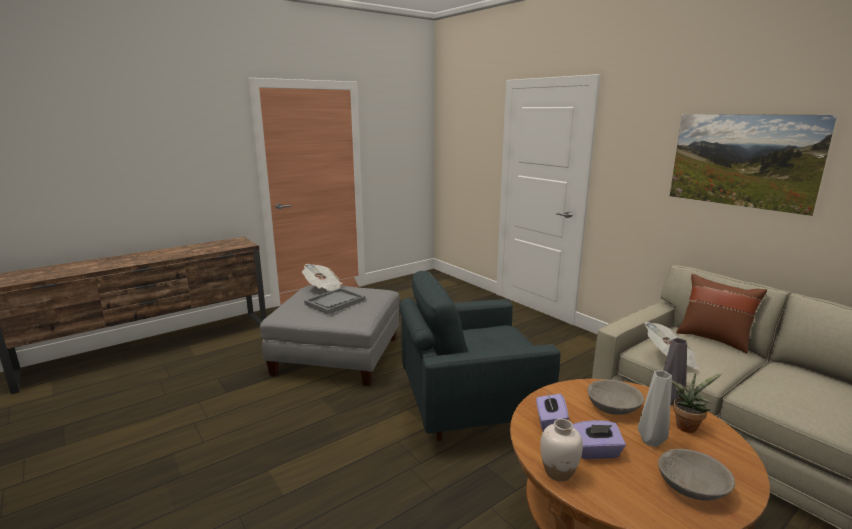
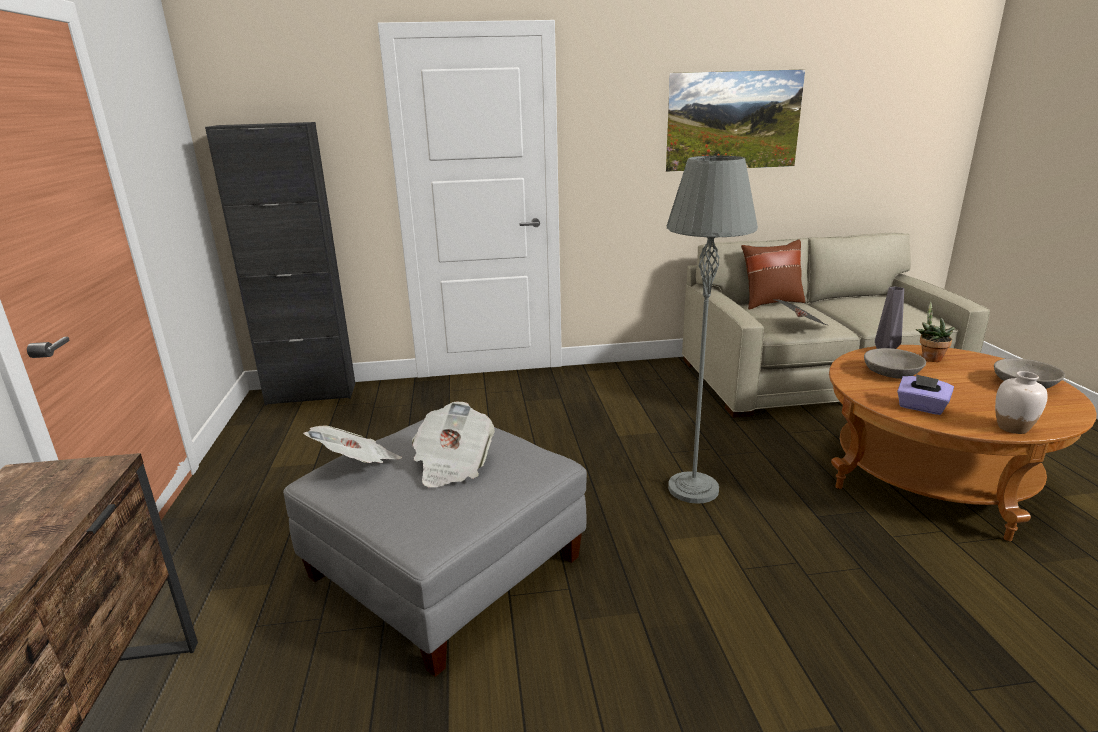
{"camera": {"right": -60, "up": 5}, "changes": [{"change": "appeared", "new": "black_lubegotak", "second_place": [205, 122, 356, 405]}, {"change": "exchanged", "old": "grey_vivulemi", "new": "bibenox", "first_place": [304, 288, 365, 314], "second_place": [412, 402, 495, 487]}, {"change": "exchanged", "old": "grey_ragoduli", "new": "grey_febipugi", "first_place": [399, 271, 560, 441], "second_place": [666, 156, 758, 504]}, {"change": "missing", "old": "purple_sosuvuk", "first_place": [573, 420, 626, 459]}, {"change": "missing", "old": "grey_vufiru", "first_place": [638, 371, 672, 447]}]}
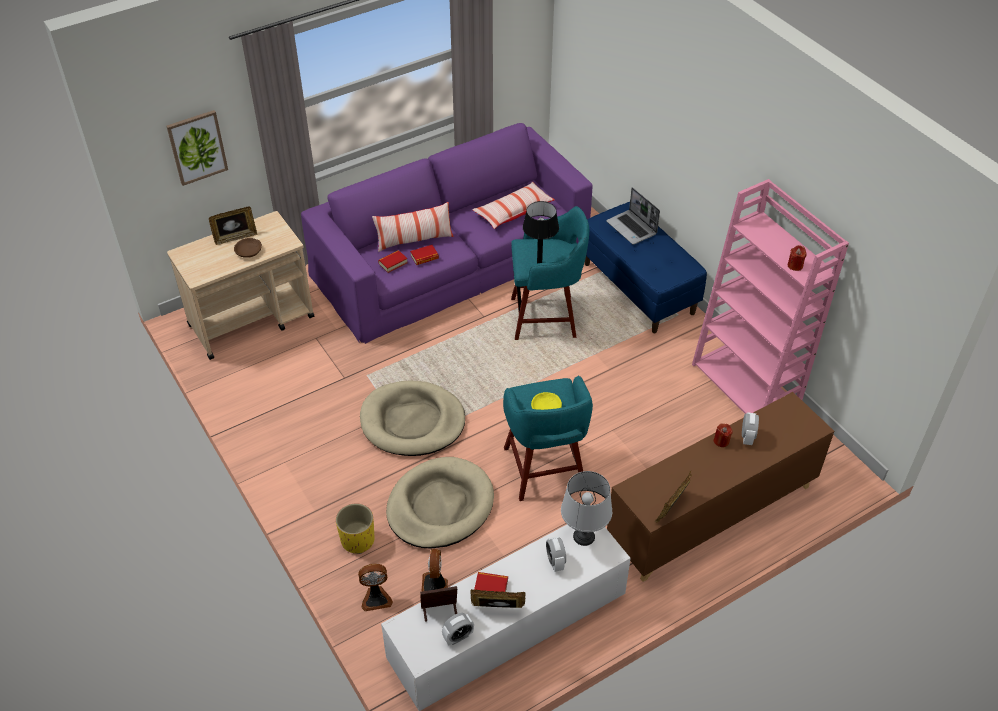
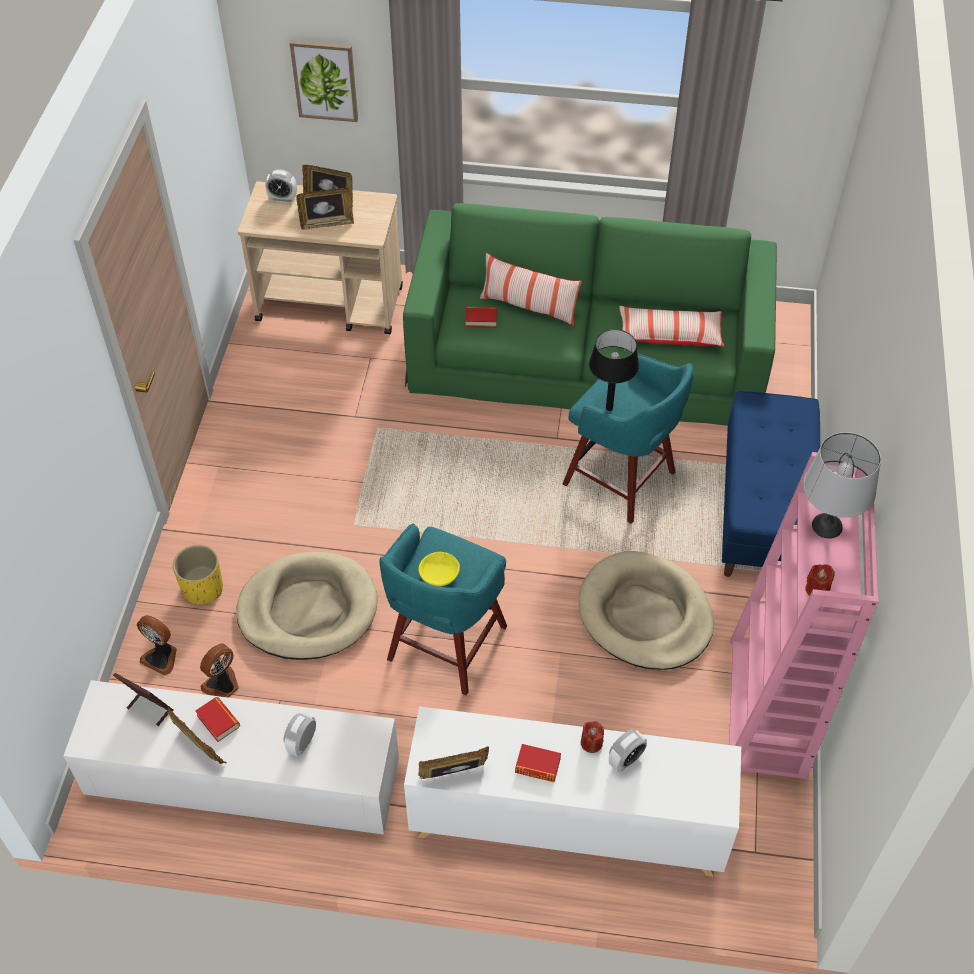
{"camera": {"right": 40, "up": 5}, "changes": [{"change": "relocated", "old": "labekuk", "first_place": [442, 613, 474, 645], "second_place": [265, 169, 297, 202]}, {"change": "exchanged", "old": "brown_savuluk", "new": "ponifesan", "first_place": [234, 238, 262, 258], "second_place": [296, 188, 354, 230]}, {"change": "colour", "old": "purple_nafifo", "new": "green_nafifo", "first_place": [301, 123, 592, 344], "second_place": [403, 203, 777, 426]}, {"change": "colour", "old": "brown_lubegotak", "new": "white_lubegotak", "first_place": [607, 392, 834, 582], "second_place": [404, 706, 741, 877]}, {"change": "relocated", "old": "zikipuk", "first_place": [410, 245, 439, 265], "second_place": [515, 744, 561, 782]}, {"change": "relocated", "old": "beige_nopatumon", "first_place": [360, 381, 465, 456], "second_place": [578, 551, 714, 670]}, {"change": "relocated", "old": "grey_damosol", "first_place": [561, 471, 612, 546], "second_place": [803, 432, 881, 539]}, {"change": "missing", "old": "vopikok", "first_place": [606, 187, 660, 245]}]}
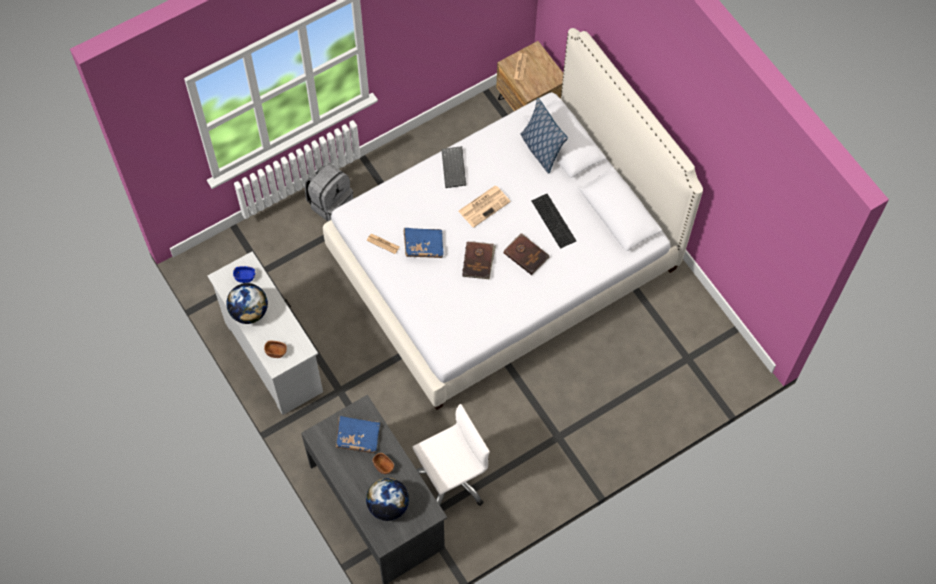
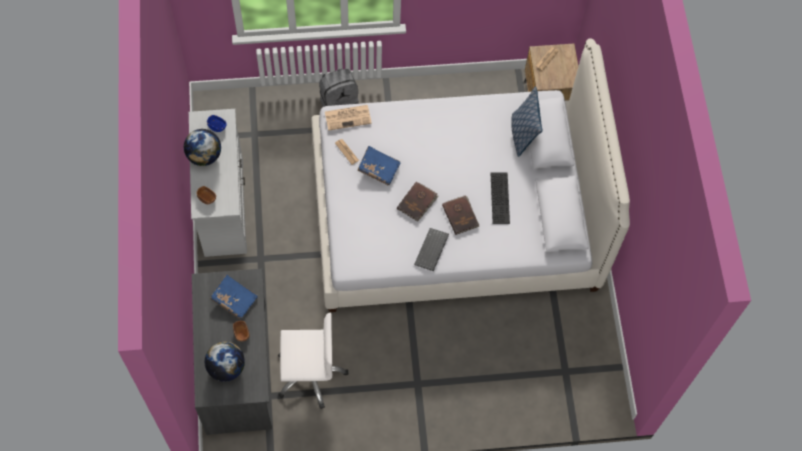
{"camera": {"right": 25, "up": 0}, "changes": [{"change": "relocated", "old": "bibenox", "first_place": [459, 186, 511, 228], "second_place": [325, 105, 372, 131]}, {"change": "relocated", "old": "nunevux", "first_place": [441, 146, 466, 188], "second_place": [414, 228, 449, 271]}]}
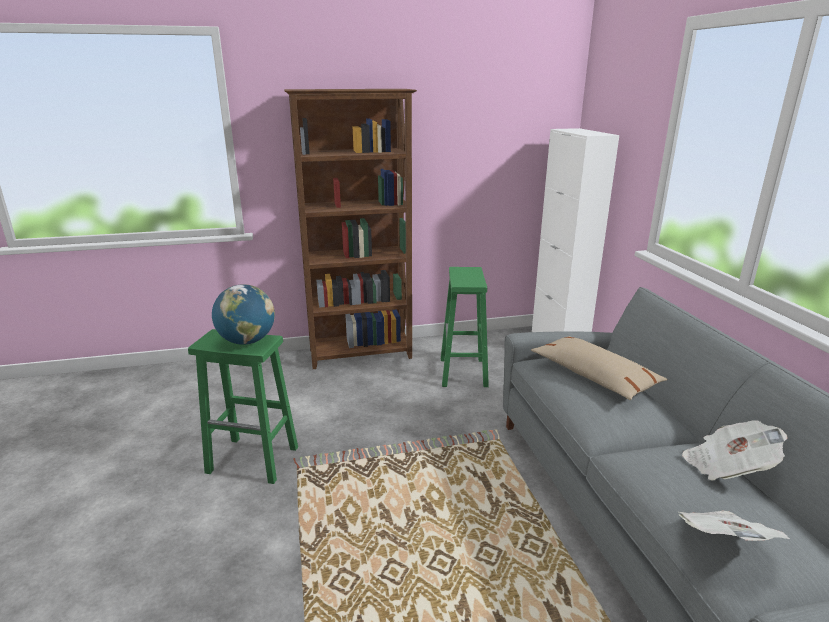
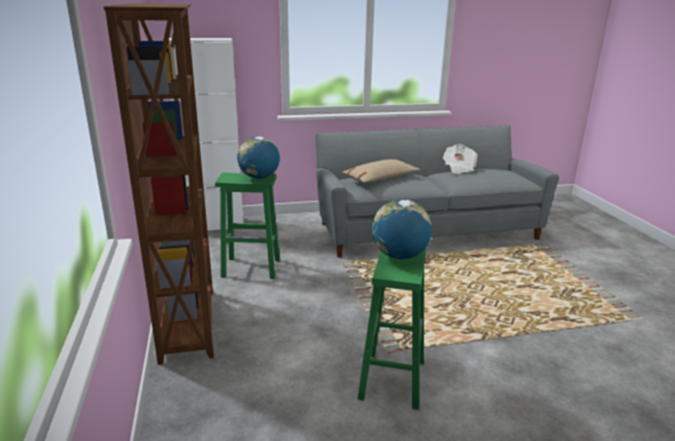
{"camera": {"right": -90, "up": 0}, "changes": [{"change": "appeared", "new": "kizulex", "second_place": [237, 136, 280, 179]}, {"change": "missing", "old": "bibenox", "first_place": [679, 510, 790, 541]}]}
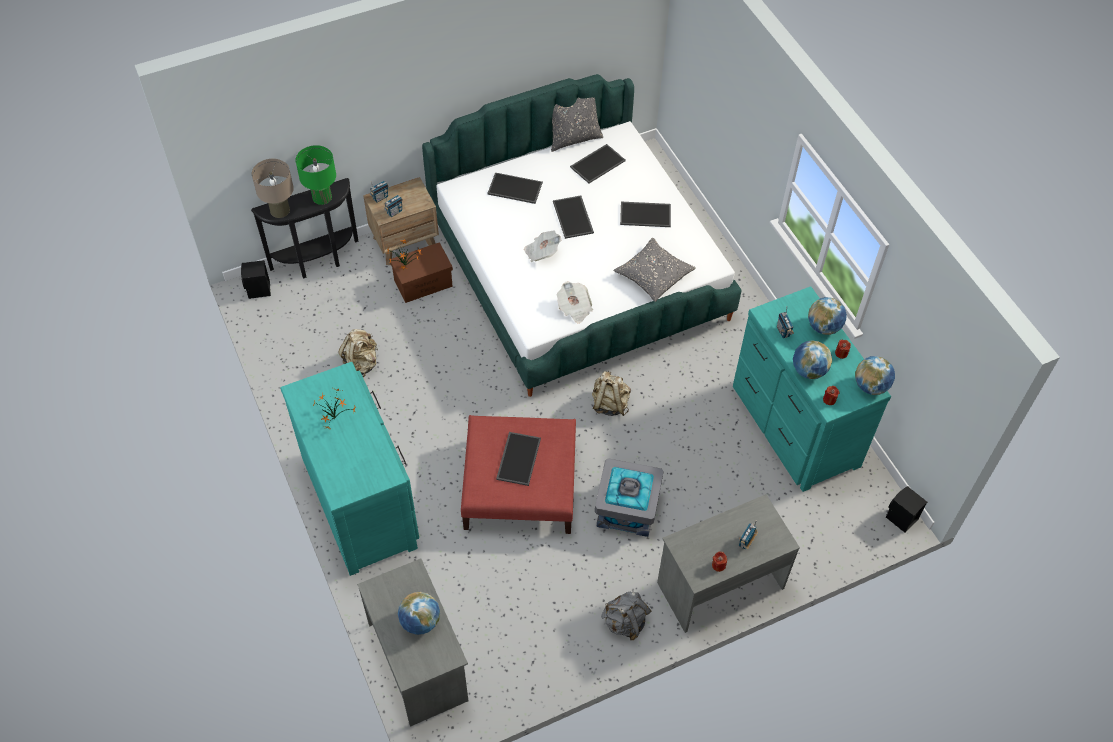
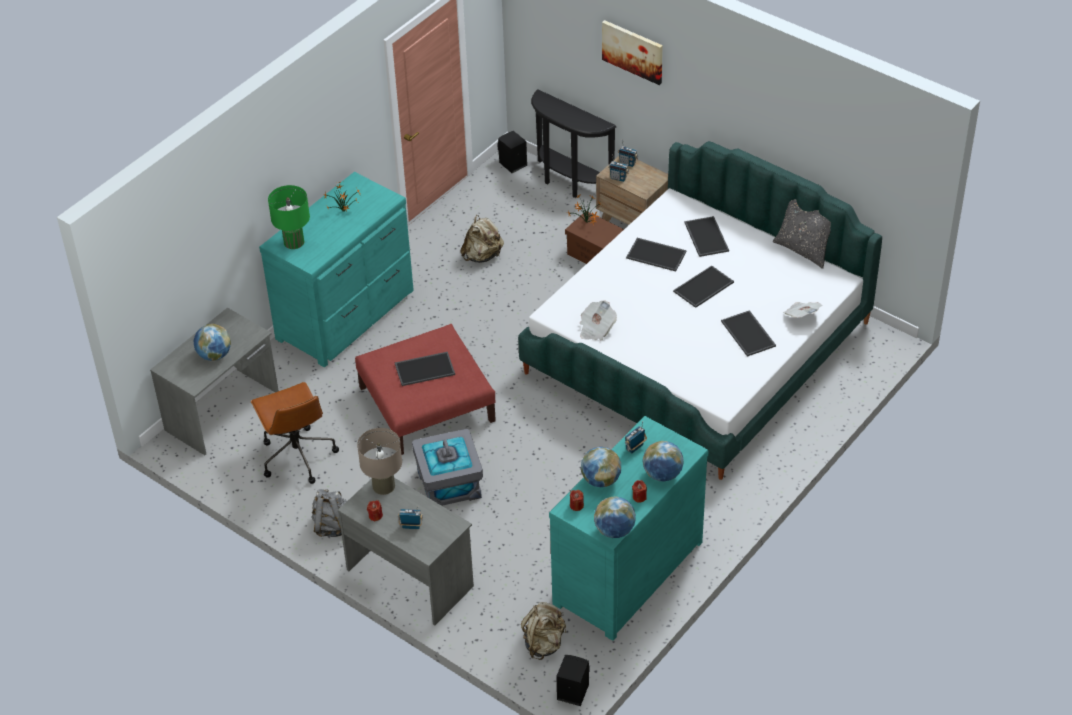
{"camera": {"right": 65, "up": -10}, "changes": [{"change": "appeared", "new": "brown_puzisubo", "second_place": [251, 382, 339, 484]}, {"change": "relocated", "old": "green_damosol", "first_place": [295, 145, 336, 205], "second_place": [268, 185, 310, 249]}, {"change": "relocated", "old": "beige_damosol", "first_place": [252, 159, 294, 218], "second_place": [357, 428, 402, 495]}, {"change": "relocated", "old": "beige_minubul", "first_place": [592, 371, 631, 416], "second_place": [521, 602, 566, 660]}, {"change": "appeared", "new": "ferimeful", "second_place": [602, 20, 663, 85]}, {"change": "relocated", "old": "vivulemi", "first_place": [570, 144, 626, 183], "second_place": [626, 238, 687, 271]}, {"change": "relocated", "old": "bibenox", "first_place": [524, 230, 561, 262], "second_place": [783, 302, 823, 318]}, {"change": "missing", "old": "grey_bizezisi", "first_place": [613, 238, 696, 302]}]}
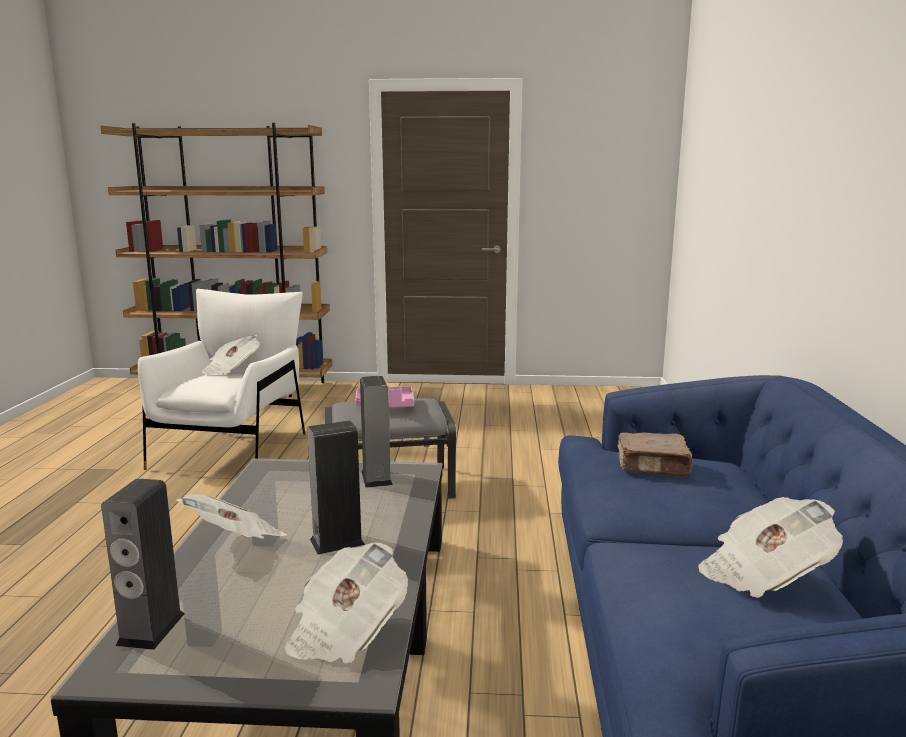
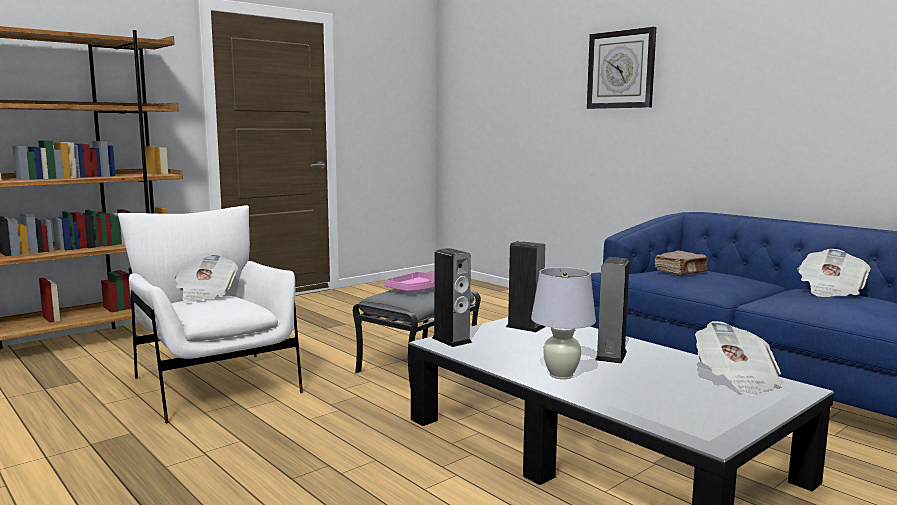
{"camera": {"right": -45, "up": -5}, "changes": [{"change": "relocated", "old": "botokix", "first_place": [101, 479, 185, 650], "second_place": [432, 248, 472, 347]}, {"change": "exchanged", "old": "bibenox", "new": "white_damosol", "first_place": [176, 494, 287, 539], "second_place": [531, 267, 596, 379]}, {"change": "appeared", "new": "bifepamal", "second_place": [587, 27, 656, 109]}]}
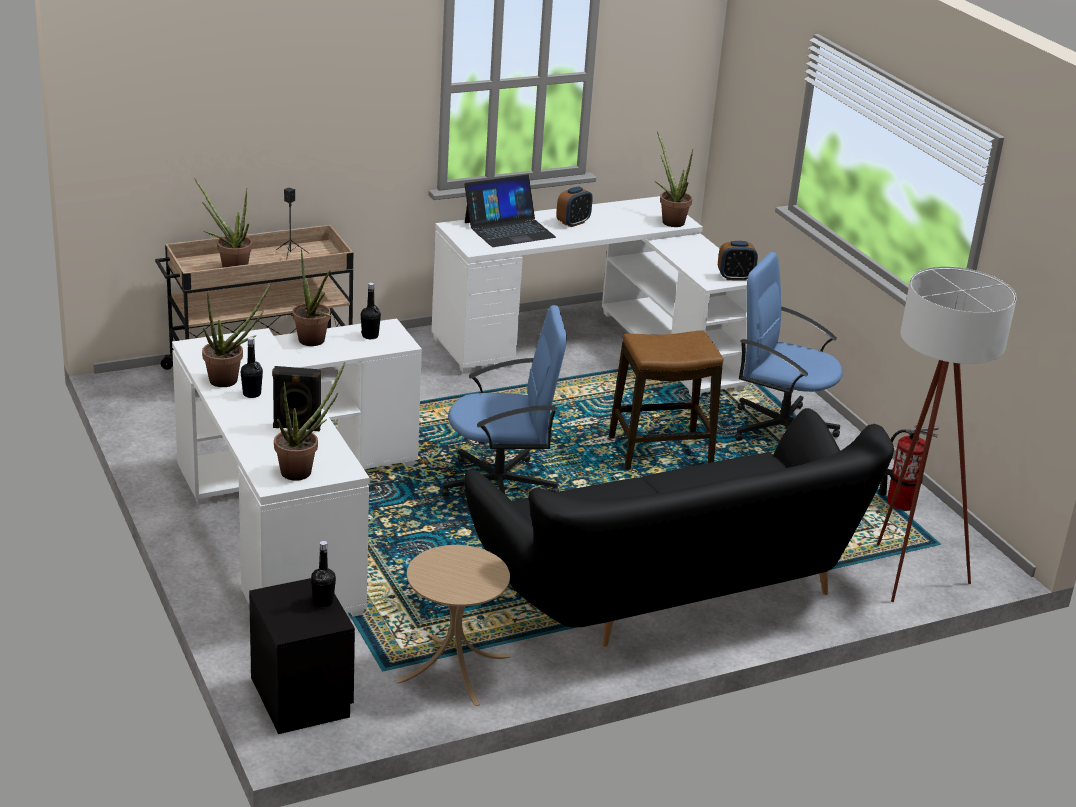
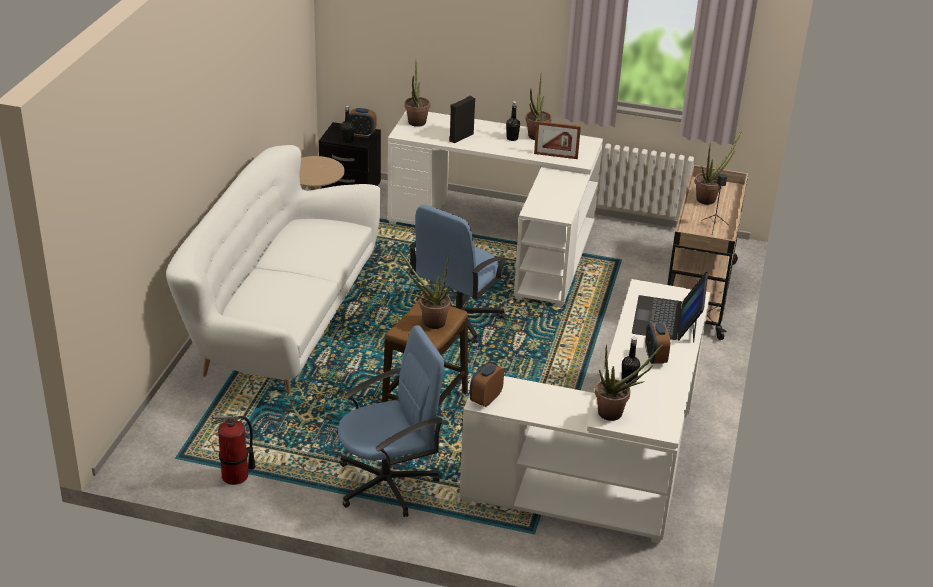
{"camera": {"right": 130, "up": 5}, "changes": [{"change": "colour", "old": "black_nafifo", "new": "white_nafifo", "first_place": [464, 408, 894, 647], "second_place": [166, 145, 381, 394]}, {"change": "appeared", "new": "labekuk", "second_place": [349, 108, 376, 138]}, {"change": "relocated", "old": "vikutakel", "first_place": [293, 249, 331, 346], "second_place": [398, 250, 451, 329]}, {"change": "appeared", "new": "ponifesan", "second_place": [534, 121, 581, 159]}, {"change": "relocated", "old": "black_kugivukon", "first_place": [361, 282, 381, 339], "second_place": [622, 337, 640, 384]}, {"change": "missing", "old": "white_febipugi", "first_place": [877, 267, 1017, 602]}]}
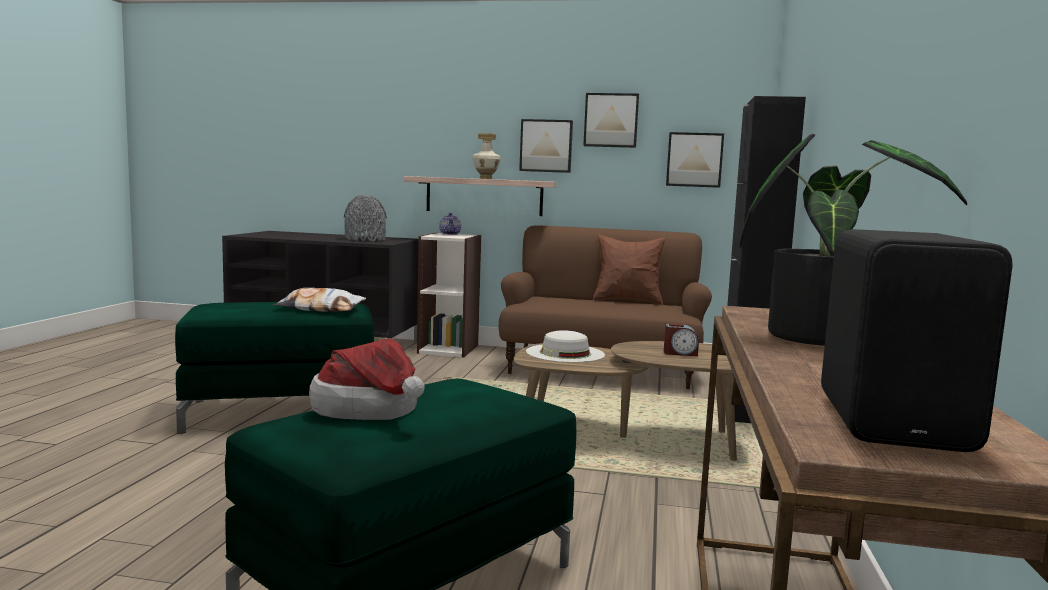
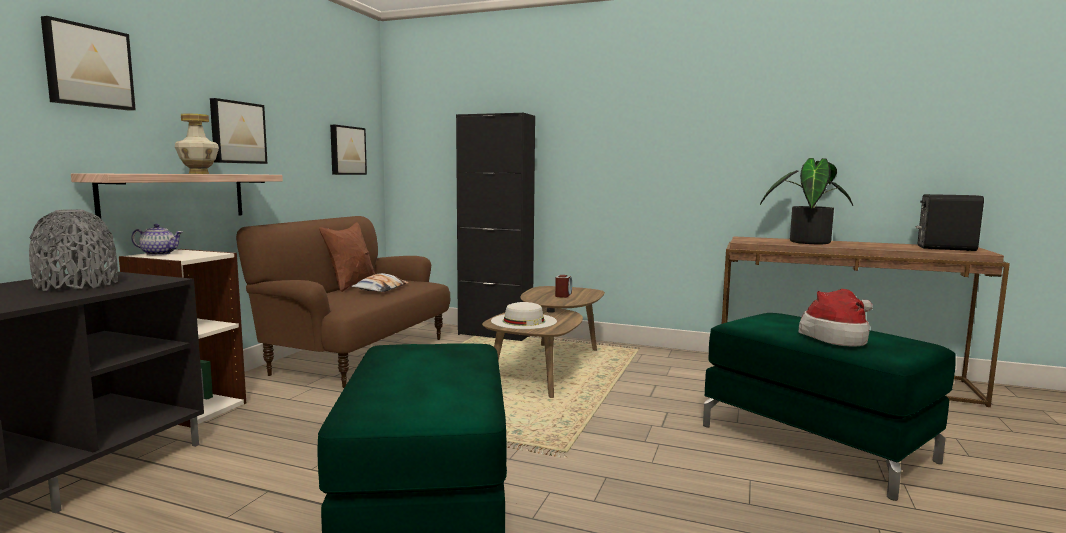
{"camera": {"right": -80, "up": 0}, "changes": [{"change": "relocated", "old": "ferimeful", "first_place": [583, 93, 639, 148], "second_place": [41, 16, 136, 111]}, {"change": "relocated", "old": "bizezisi", "first_place": [273, 288, 366, 312], "second_place": [351, 273, 409, 292]}]}
